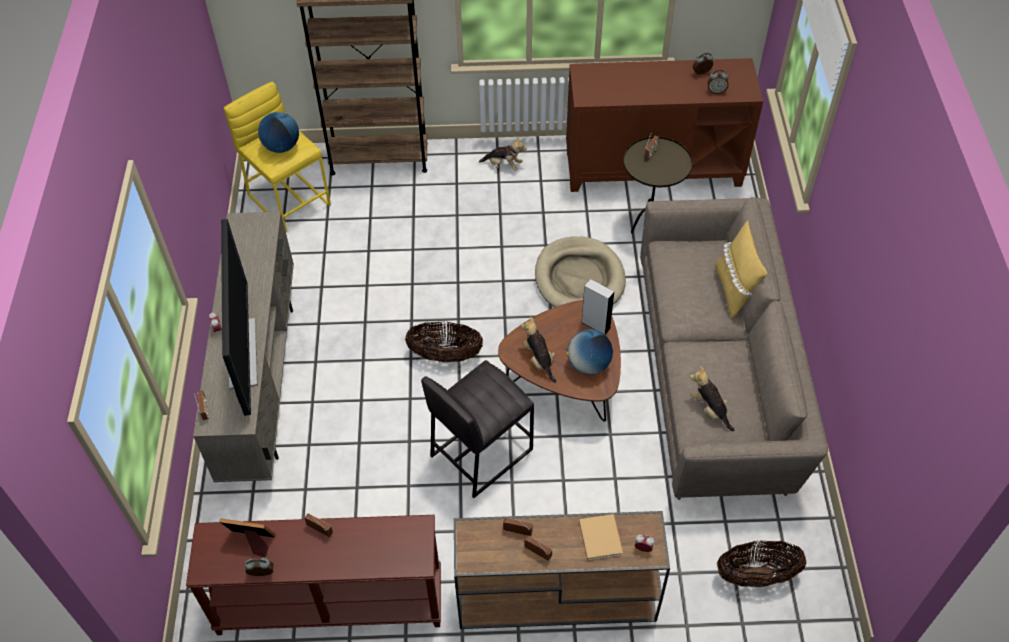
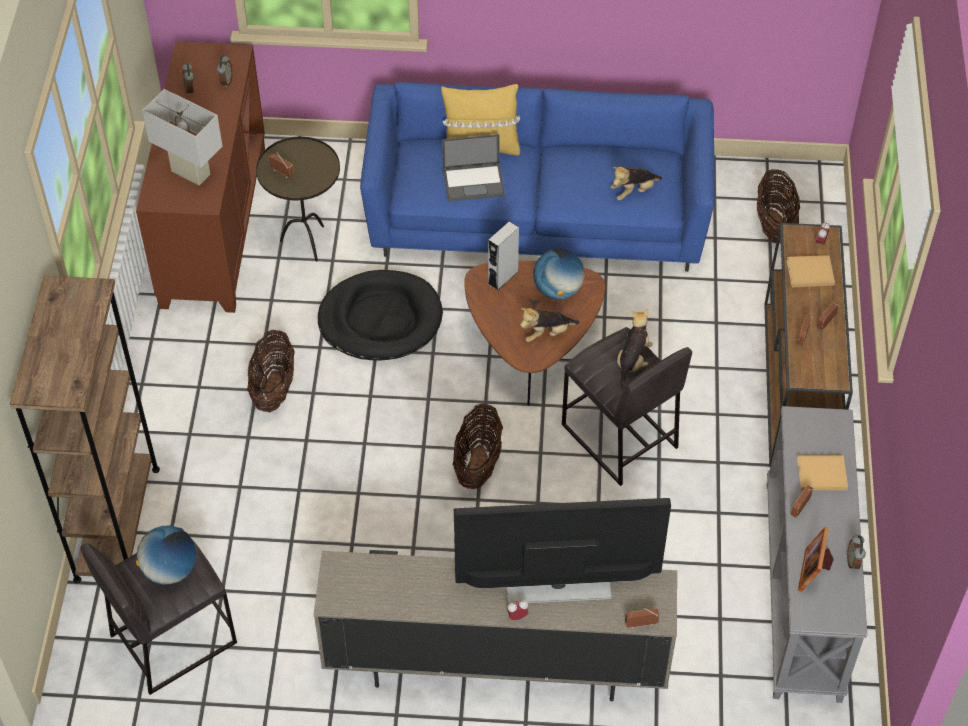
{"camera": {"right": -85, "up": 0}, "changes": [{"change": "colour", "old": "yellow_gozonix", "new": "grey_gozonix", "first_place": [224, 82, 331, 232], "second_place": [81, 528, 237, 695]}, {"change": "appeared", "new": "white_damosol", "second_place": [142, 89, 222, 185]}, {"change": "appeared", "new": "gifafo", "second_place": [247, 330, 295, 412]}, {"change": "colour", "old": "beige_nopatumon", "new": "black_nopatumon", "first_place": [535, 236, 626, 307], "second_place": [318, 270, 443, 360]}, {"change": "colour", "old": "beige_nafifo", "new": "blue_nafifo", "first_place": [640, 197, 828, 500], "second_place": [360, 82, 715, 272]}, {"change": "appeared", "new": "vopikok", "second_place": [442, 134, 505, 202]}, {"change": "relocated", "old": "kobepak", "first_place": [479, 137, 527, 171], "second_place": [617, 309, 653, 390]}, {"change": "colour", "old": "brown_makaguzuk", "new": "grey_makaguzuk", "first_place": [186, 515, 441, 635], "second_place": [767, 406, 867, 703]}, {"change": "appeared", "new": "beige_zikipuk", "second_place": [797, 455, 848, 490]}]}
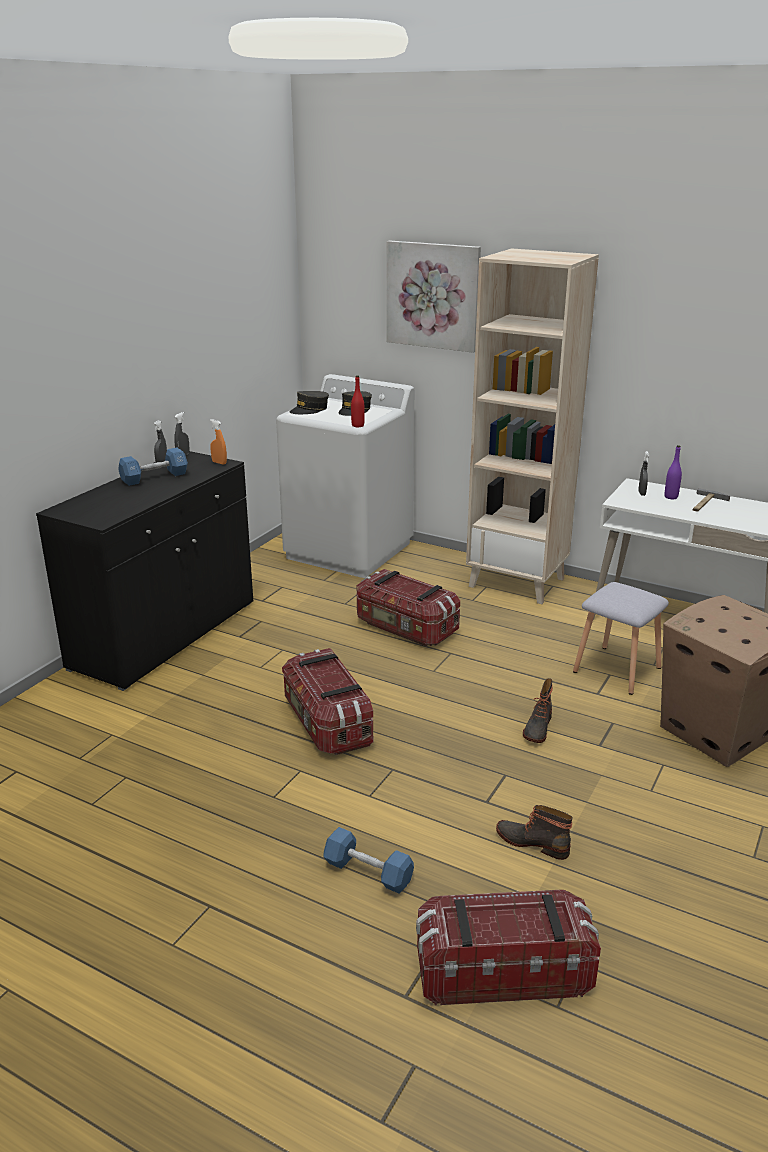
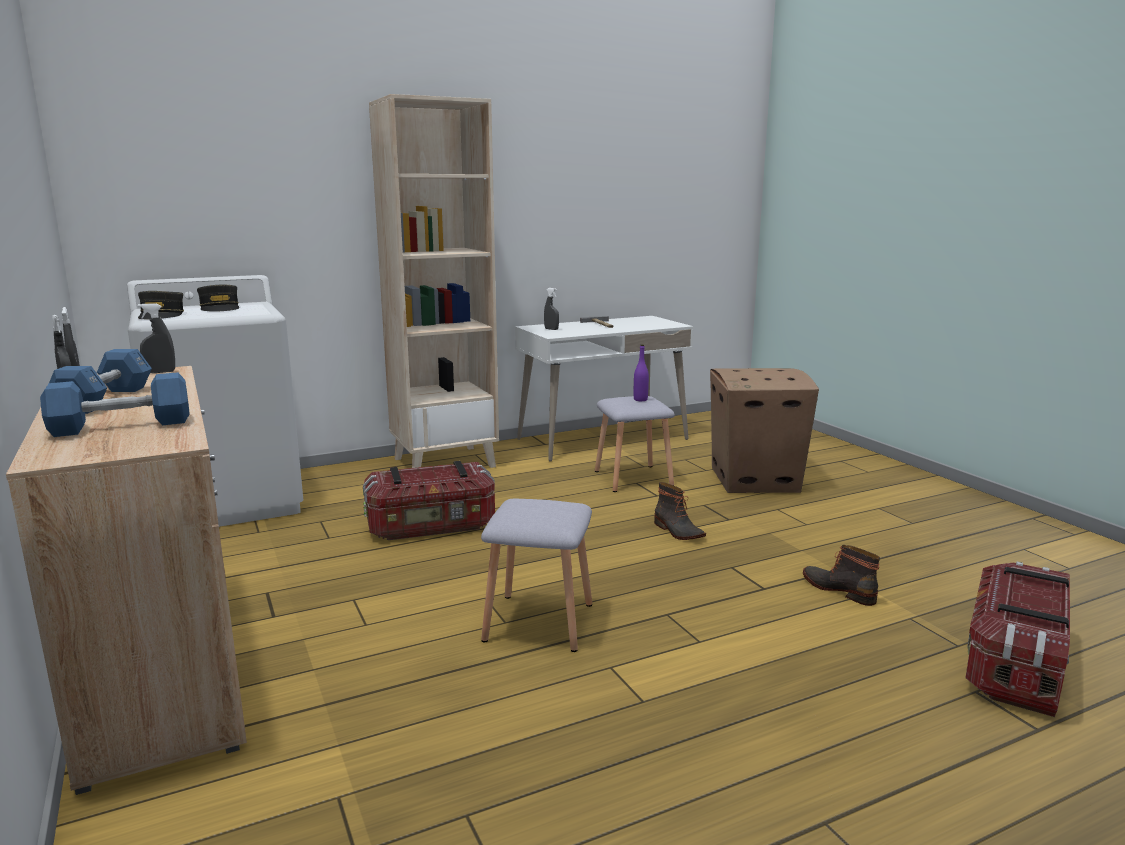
{"camera": {"right": -55, "up": -10}, "changes": [{"change": "colour", "old": "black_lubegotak", "new": "beige_lubegotak", "first_place": [36, 451, 253, 691], "second_place": [6, 366, 247, 795]}, {"change": "relocated", "old": "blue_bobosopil", "first_place": [324, 827, 414, 893], "second_place": [40, 372, 190, 437]}, {"change": "colour", "old": "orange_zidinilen", "new": "grey_zidinilen", "first_place": [210, 419, 227, 465], "second_place": [138, 303, 175, 373]}, {"change": "exchanged", "old": "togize", "new": "grey_gozonix", "first_place": [282, 648, 373, 755], "second_place": [481, 498, 592, 652]}, {"change": "relocated", "old": "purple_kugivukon", "first_place": [664, 445, 682, 499], "second_place": [634, 344, 649, 401]}, {"change": "spun", "old": "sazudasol", "first_place": [496, 805, 573, 860], "second_place": [803, 545, 880, 606], "degrees": 75}, {"change": "missing", "old": "red_kugivukon", "first_place": [351, 375, 365, 427]}, {"change": "missing", "old": "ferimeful", "first_place": [386, 241, 481, 353]}]}
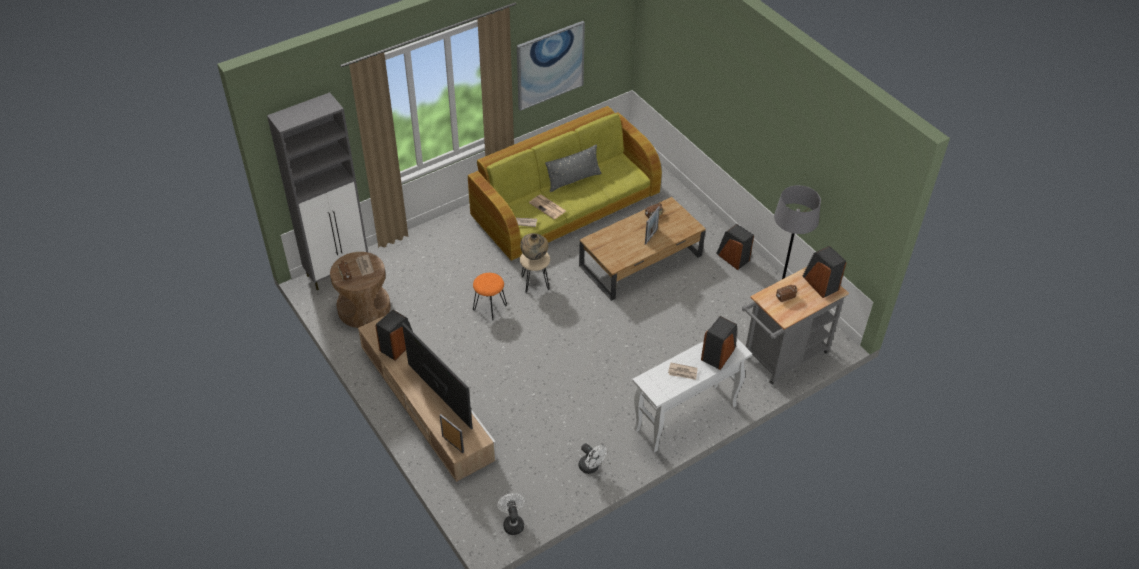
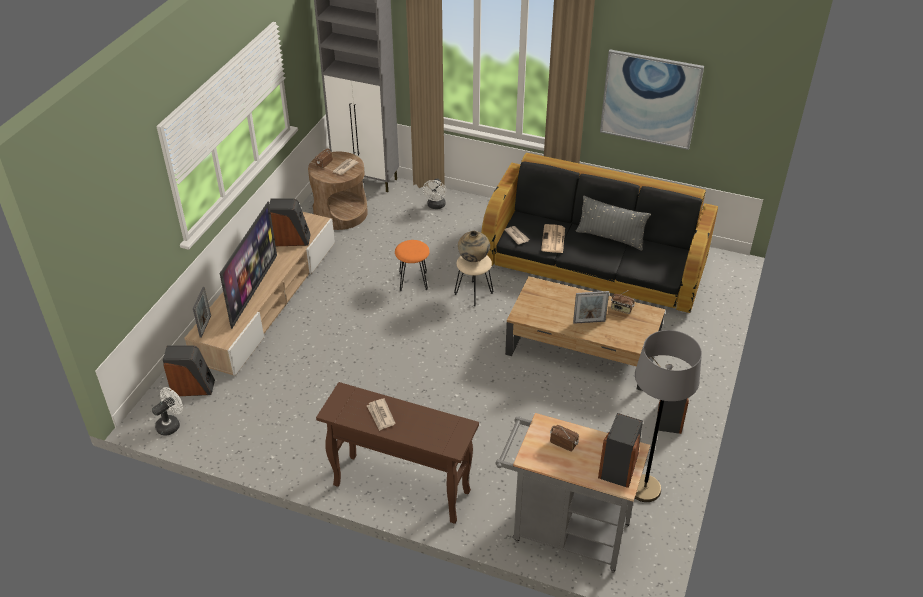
{"camera": {"right": 55, "up": -5}, "changes": [{"change": "relocated", "old": "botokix", "first_place": [701, 316, 737, 370], "second_place": [163, 345, 215, 396]}, {"change": "colour", "old": "white_makaguzuk", "new": "brown_makaguzuk", "first_place": [632, 339, 752, 453], "second_place": [316, 382, 479, 524]}, {"change": "relocated", "old": "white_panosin", "first_place": [578, 443, 607, 474], "second_place": [423, 179, 446, 209]}, {"change": "colour", "old": "green_nafifo", "new": "black_nafifo", "first_place": [468, 106, 662, 261], "second_place": [481, 153, 718, 314]}]}
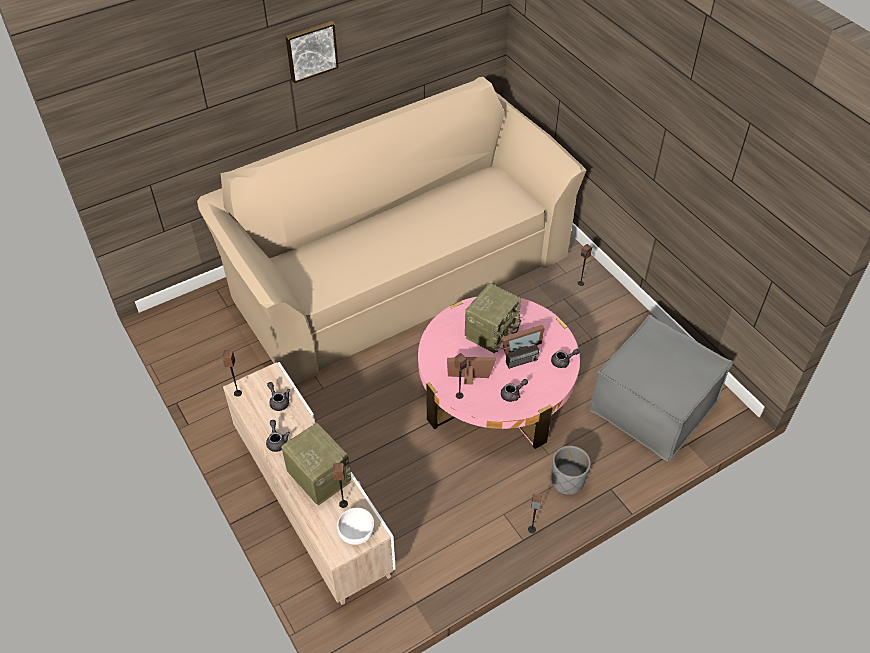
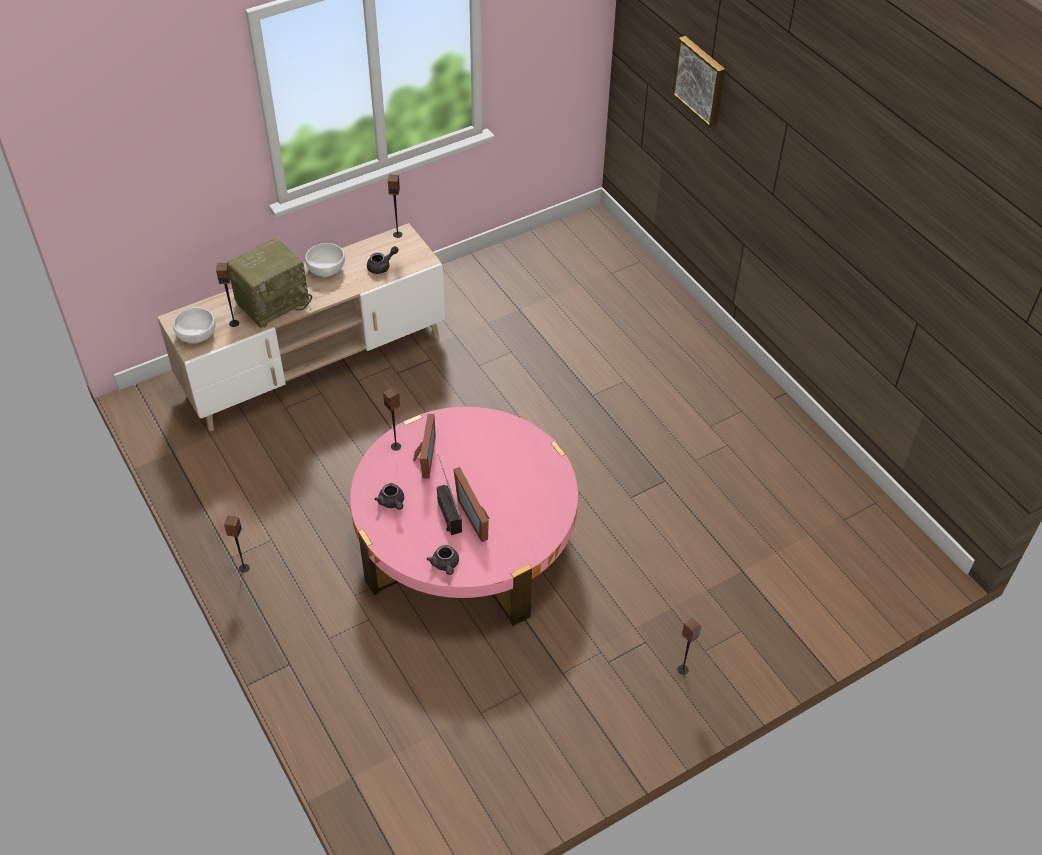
{"camera": {"right": 90, "up": 0}, "changes": [{"change": "exchanged", "old": "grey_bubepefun", "new": "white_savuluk", "first_place": [266, 420, 290, 452], "second_place": [305, 243, 345, 277]}, {"change": "relocated", "old": "ferimeful", "first_place": [285, 21, 339, 83], "second_place": [672, 36, 725, 128]}, {"change": "missing", "old": "beige_nafifo", "first_place": [197, 77, 586, 385]}, {"change": "missing", "old": "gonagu", "first_place": [465, 283, 521, 353]}, {"change": "missing", "old": "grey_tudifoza", "first_place": [552, 446, 591, 495]}, {"change": "missing", "old": "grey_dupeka", "first_place": [589, 315, 733, 462]}]}
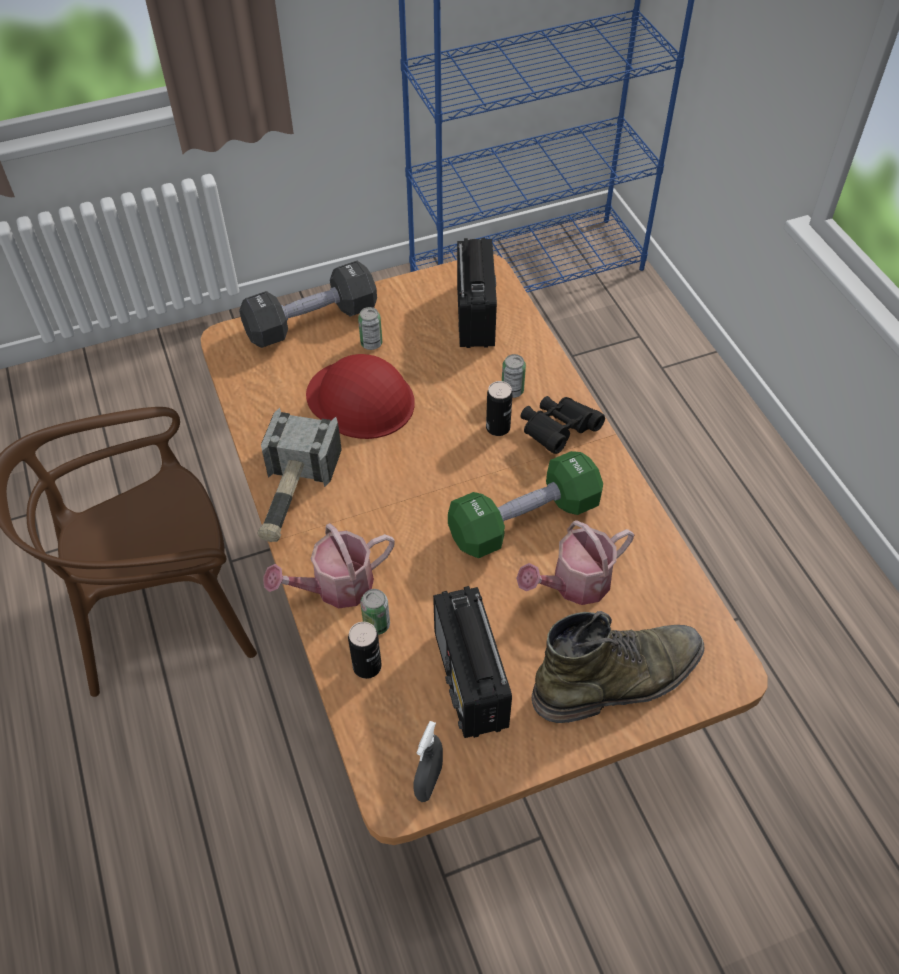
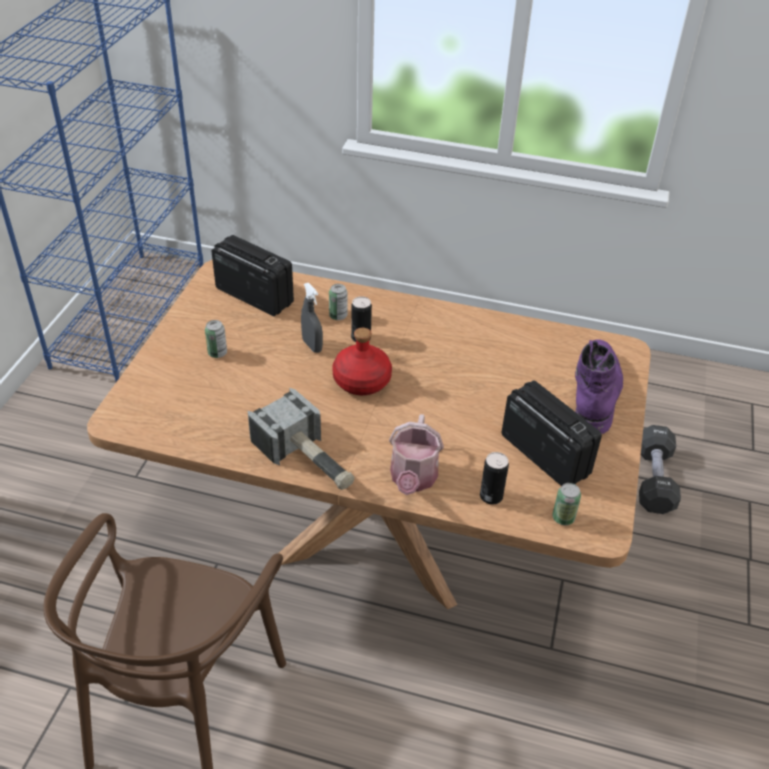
{"camera": {"right": -55, "up": -10}, "changes": [{"change": "relocated", "old": "grey_zidinilen", "first_place": [414, 721, 443, 802], "second_place": [301, 283, 323, 353]}, {"change": "appeared", "new": "red_kugivukon", "second_place": [332, 328, 392, 395]}, {"change": "spun", "old": "gonagu", "first_place": [433, 586, 512, 738], "second_place": [502, 380, 602, 486], "degrees": -150}, {"change": "relocated", "old": "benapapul", "first_place": [360, 589, 390, 635], "second_place": [552, 483, 581, 525]}, {"change": "colour", "old": "green_sazudasol", "new": "purple_sazudasol", "first_place": [532, 611, 705, 723], "second_place": [575, 339, 623, 434]}, {"change": "relocated", "old": "black_bobosopil", "first_place": [239, 261, 377, 348], "second_place": [639, 425, 681, 514]}, {"change": "missing", "old": "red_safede", "first_place": [306, 354, 415, 439]}, {"change": "missing", "old": "green_bobosopil", "first_place": [448, 451, 603, 558]}, {"change": "missing", "old": "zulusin", "first_place": [516, 520, 634, 605]}, {"change": "missing", "old": "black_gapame", "first_place": [521, 396, 605, 454]}]}
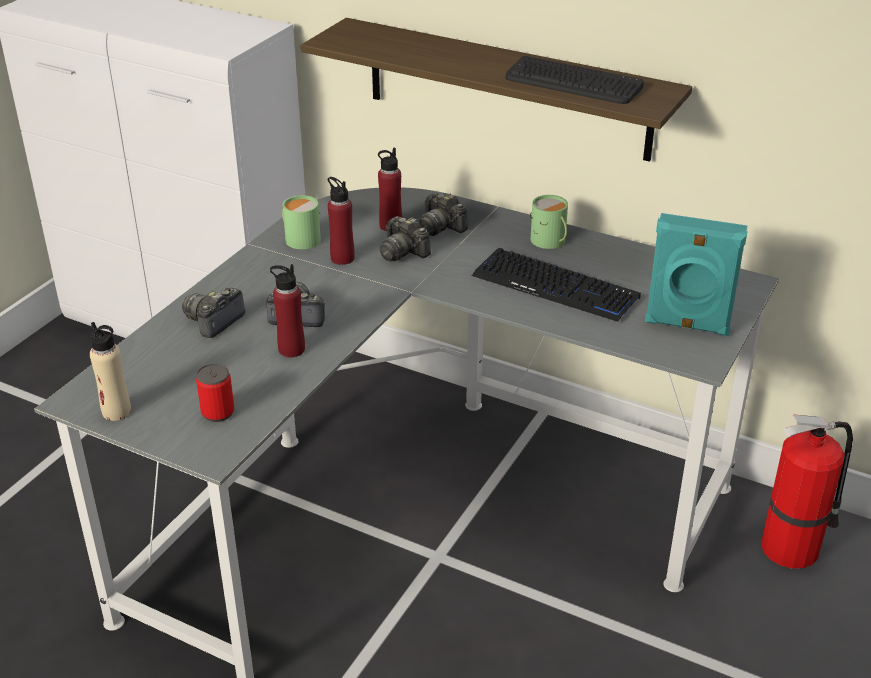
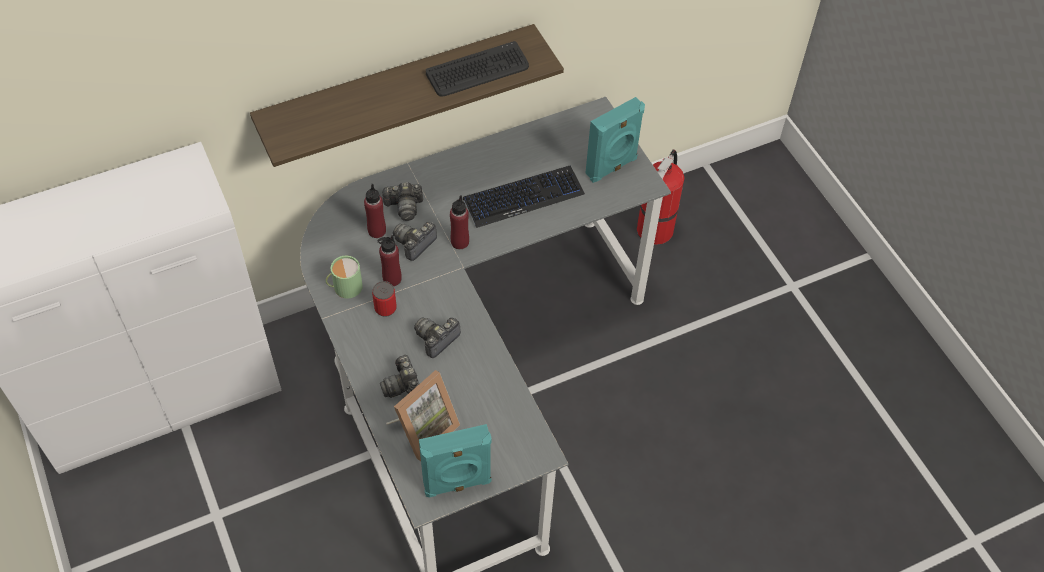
{"camera": {"right": -55, "up": 20}, "changes": [{"change": "relocated", "old": "benapapul", "first_place": [196, 364, 234, 422], "second_place": [372, 281, 397, 317]}, {"change": "appeared", "new": "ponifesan", "second_place": [386, 370, 460, 461]}, {"change": "spun", "old": "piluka", "first_place": [380, 216, 431, 262], "second_place": [393, 222, 437, 261], "degrees": 135}, {"change": "exchanged", "old": "beige_kugivukon", "new": "turquoise_botokix", "first_place": [90, 322, 131, 421], "second_place": [419, 424, 492, 497]}, {"change": "relocated", "old": "red_kugivukon", "first_place": [270, 264, 305, 357], "second_place": [450, 195, 469, 249]}, {"change": "missing", "old": "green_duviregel", "first_place": [530, 195, 568, 249]}]}
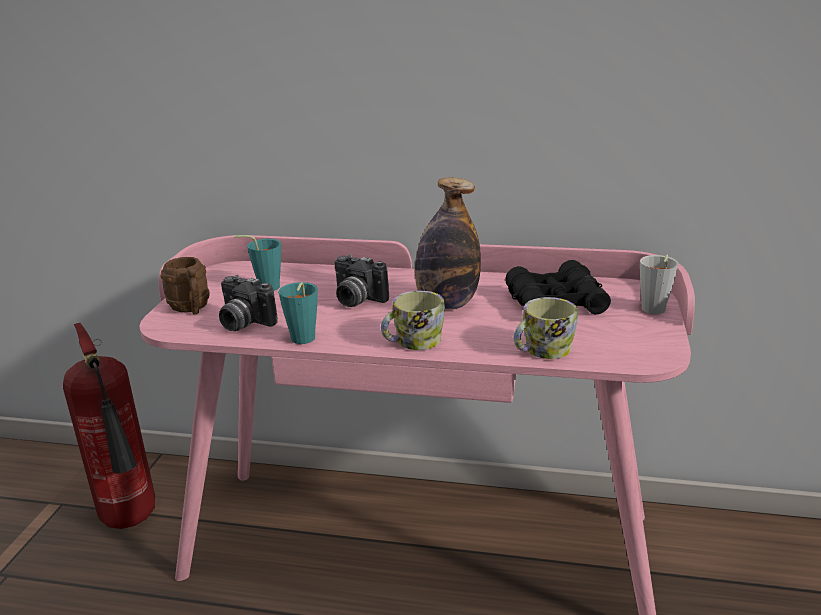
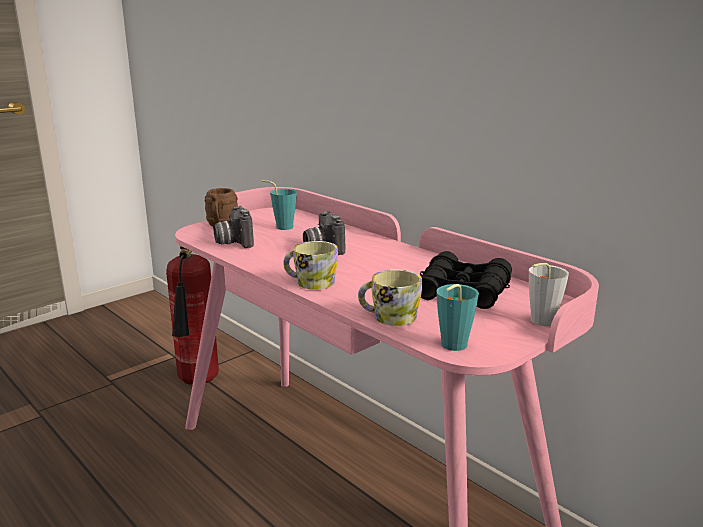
{"camera": {"right": 35, "up": -5}, "changes": [{"change": "relocated", "old": "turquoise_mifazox", "first_place": [278, 282, 318, 344], "second_place": [436, 284, 479, 351]}, {"change": "missing", "old": "kugivukon", "first_place": [415, 178, 481, 309]}]}
